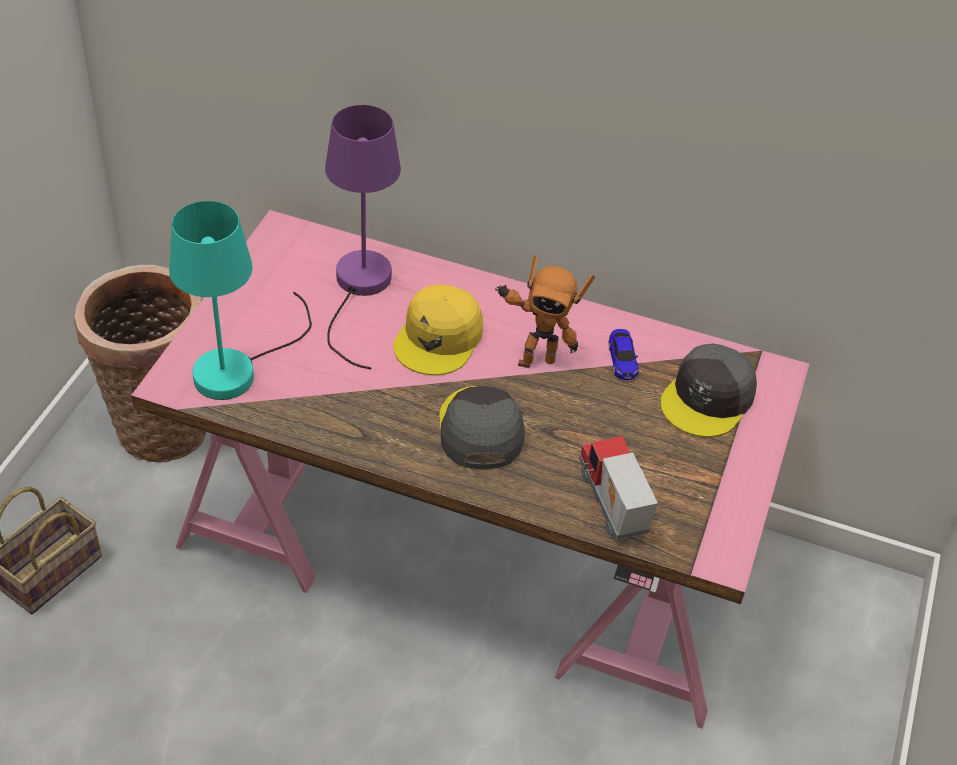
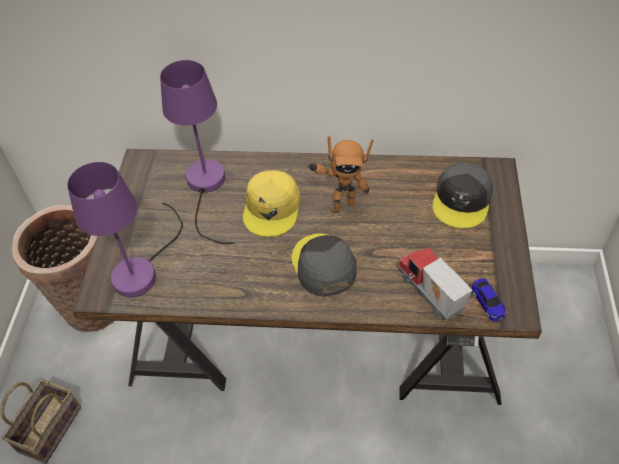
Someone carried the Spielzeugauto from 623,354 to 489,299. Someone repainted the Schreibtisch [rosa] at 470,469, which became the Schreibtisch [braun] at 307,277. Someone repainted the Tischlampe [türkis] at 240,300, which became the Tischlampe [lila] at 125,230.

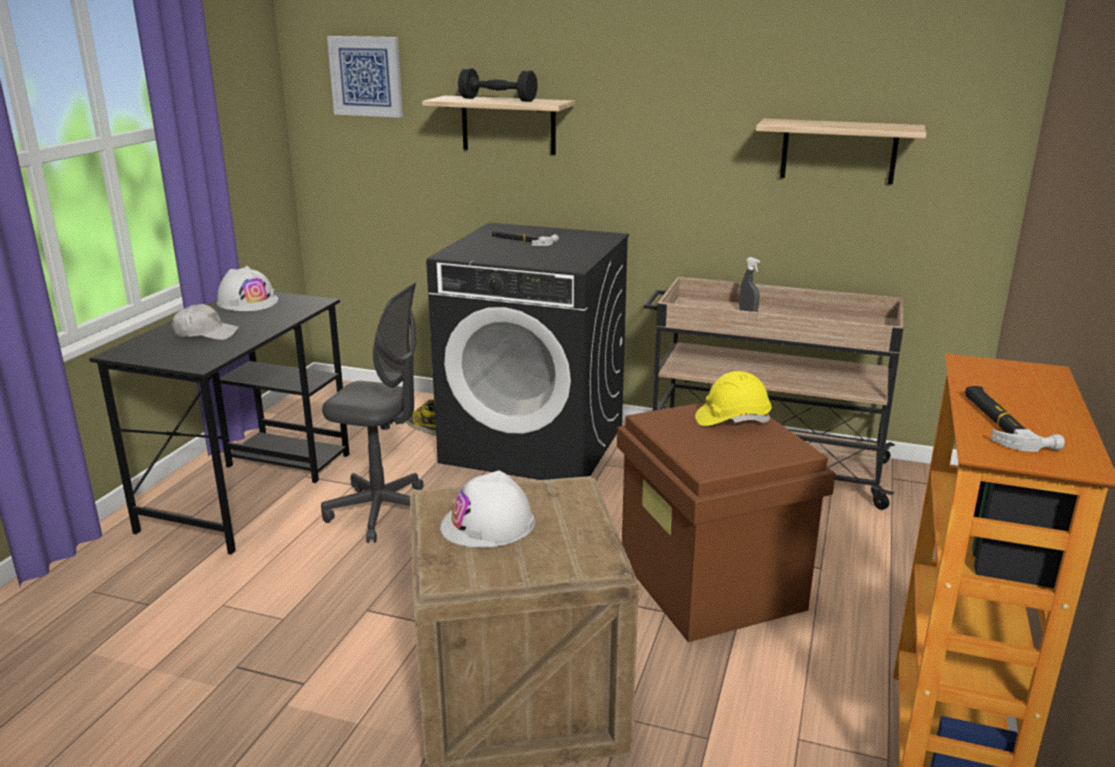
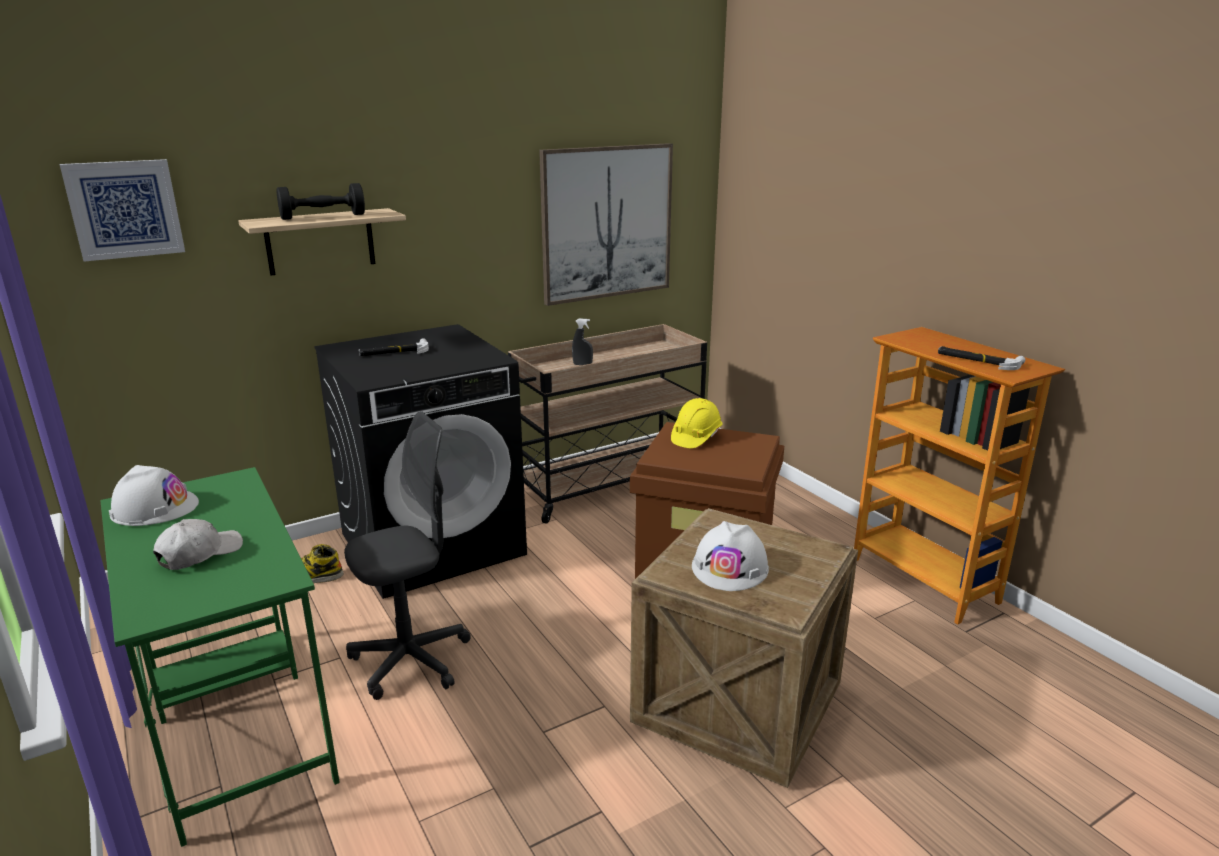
Someone swapped the Wandregal at 841,151 for the Bild at 606,224. Someone repainted the Schreibtisch [schwarz] at 219,423, which became the Schreibtisch [grün] at 220,657.

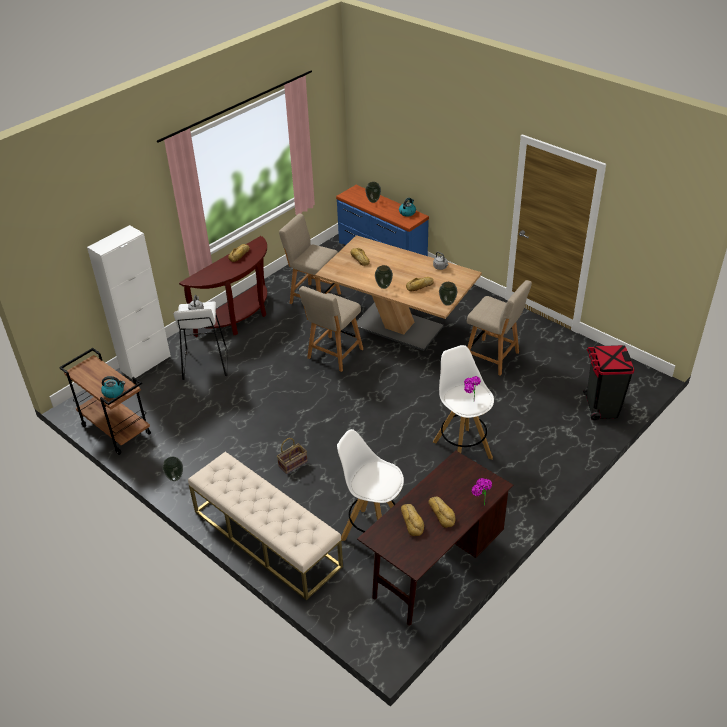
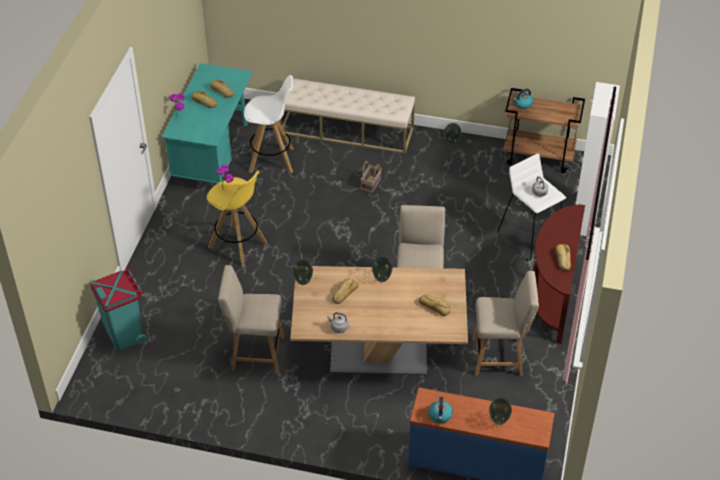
Someone repainted the Schreibtisch [braun] at 435,537, which became the Schreibtisch [türkis] at 207,123. Someone repainted the Hocker [weiß] at 463,402, which became the Hocker [gelb] at 237,218. Someone repainted the Mülleimer [schwarz] at 608,383, which became the Mülleimer [türkis] at 119,310.

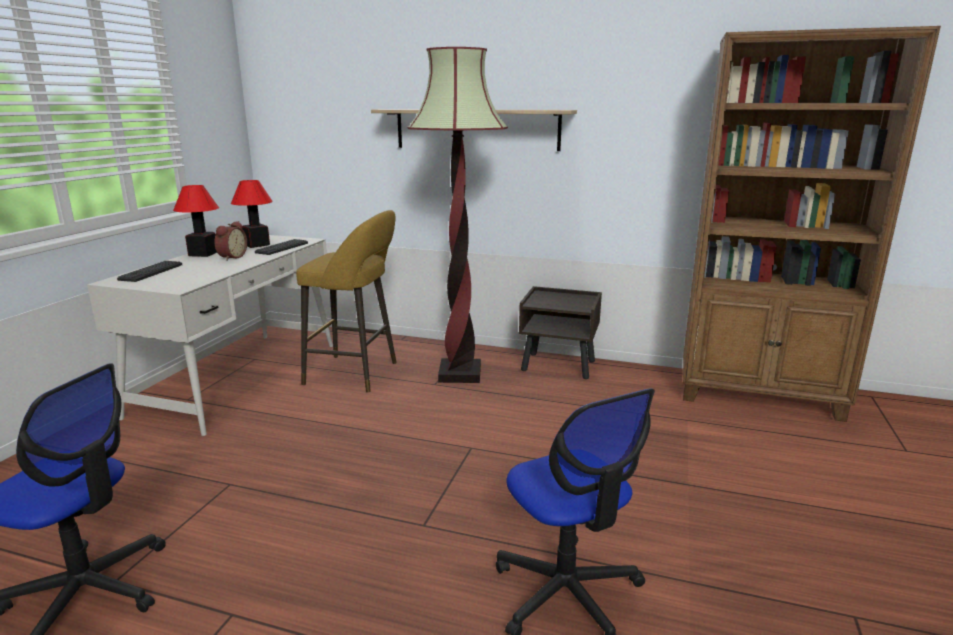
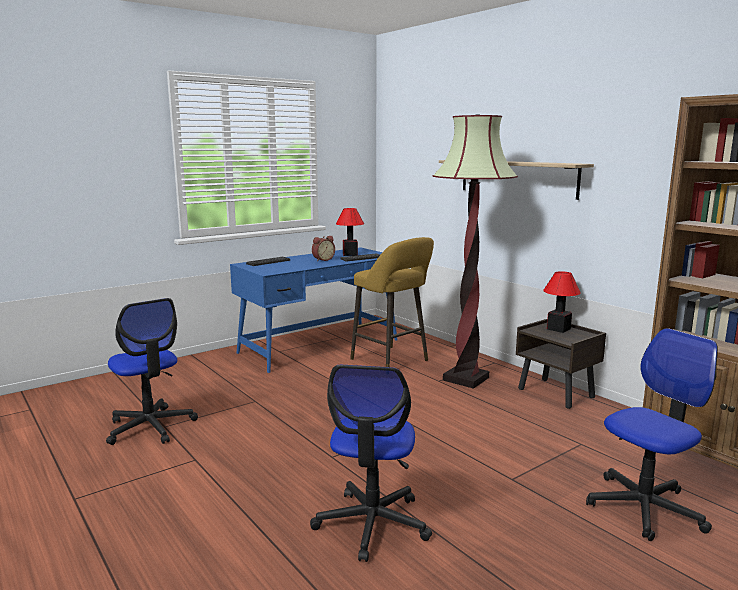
Someone put down the Bürostuhl at 652,434. Someone carried the Tischlampe from 196,221 to 562,302. Someone repainted the Schreibtisch [weiß] at 210,335, which became the Schreibtisch [blau] at 314,310.

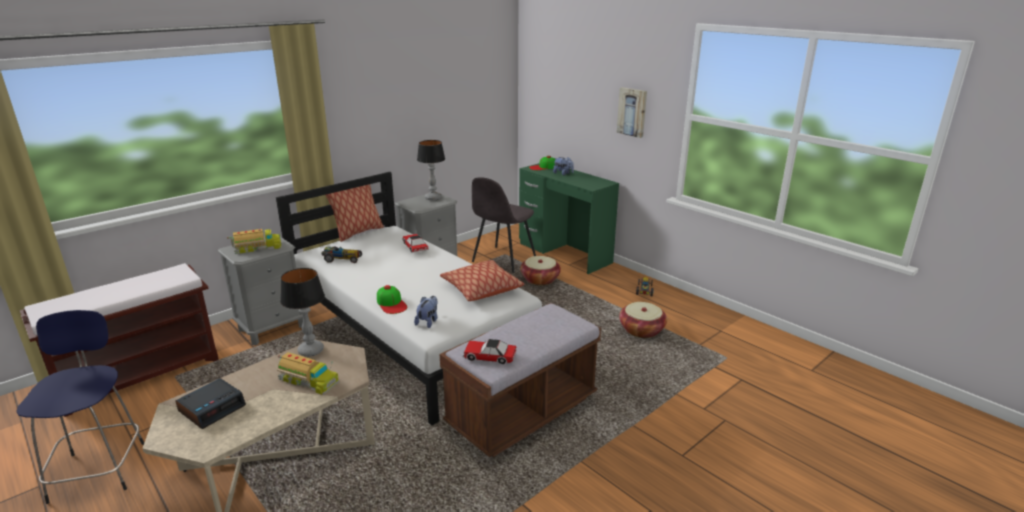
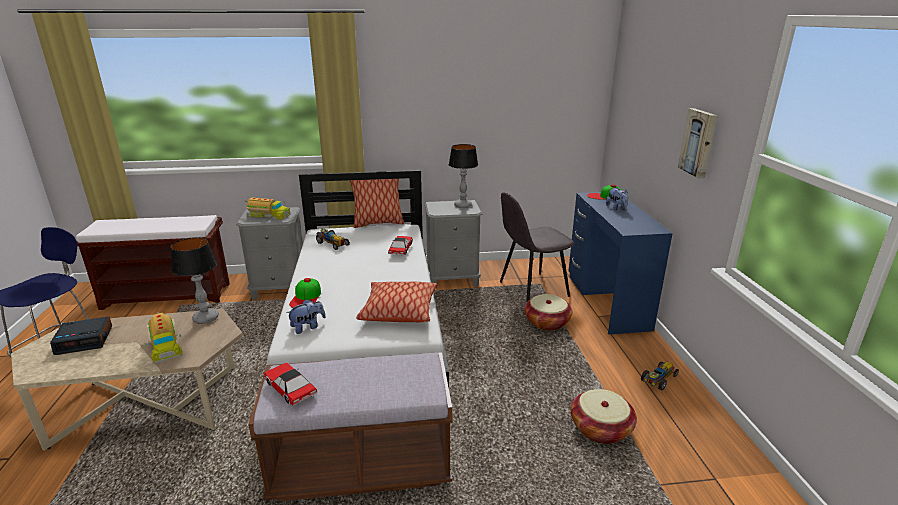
Someone repainted the Schreibtisch [grün] at 569,218, which became the Schreibtisch [blau] at 620,263.

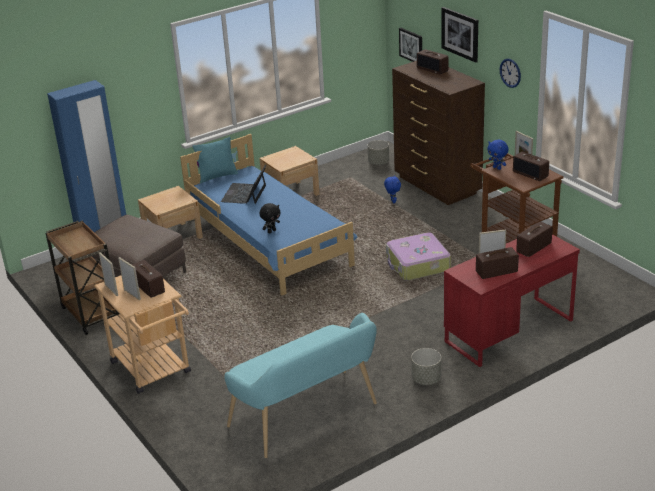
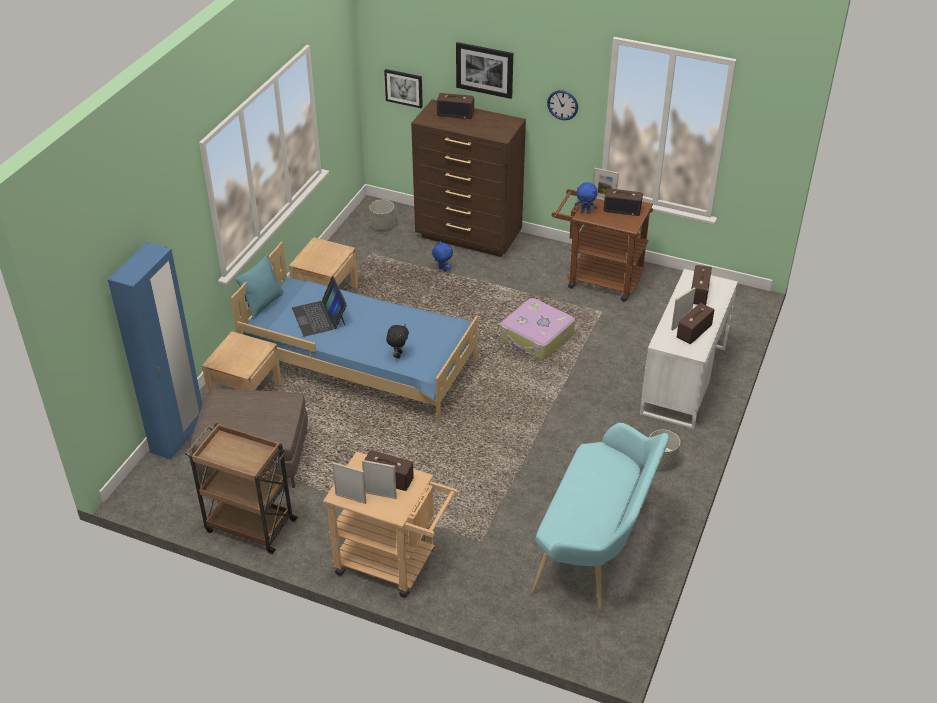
Someone repainted the Schreibtisch [rot] at 512,300, which became the Schreibtisch [weiß] at 689,349.

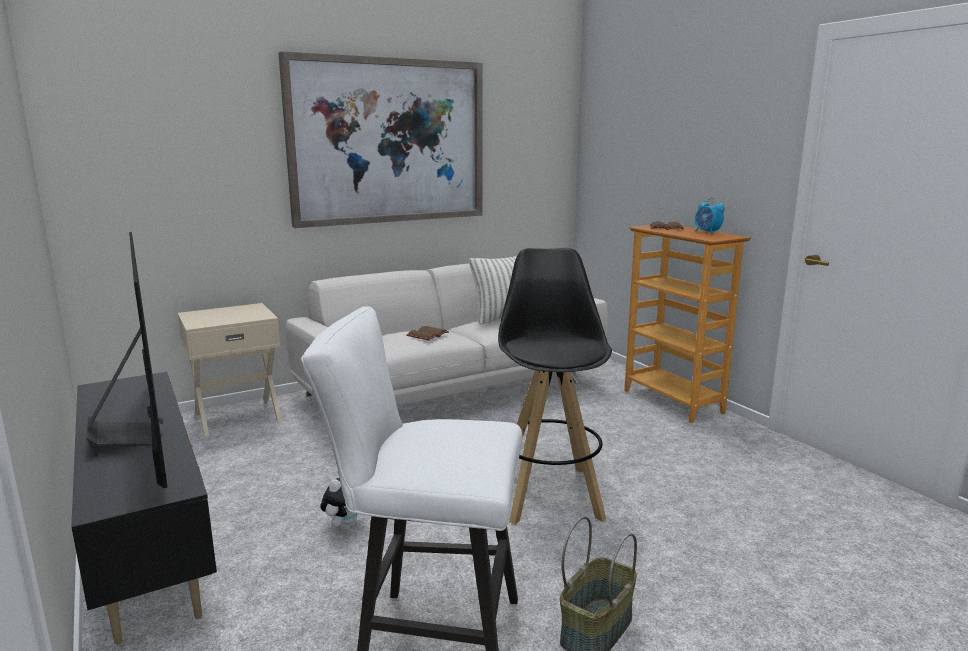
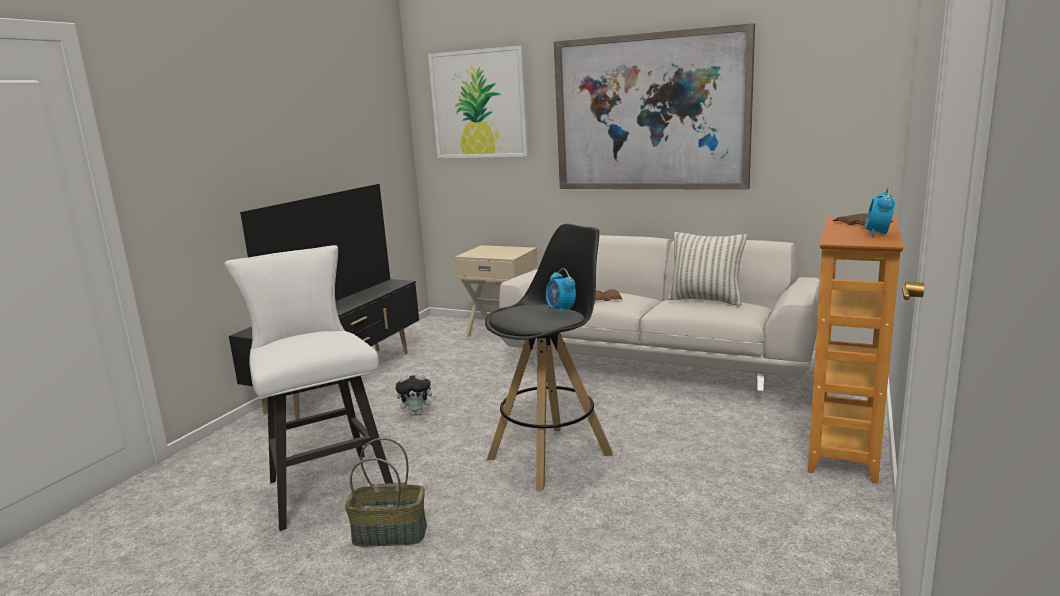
Someone put up the Bild at 478,102. Someone put down the Wecker at 561,291.

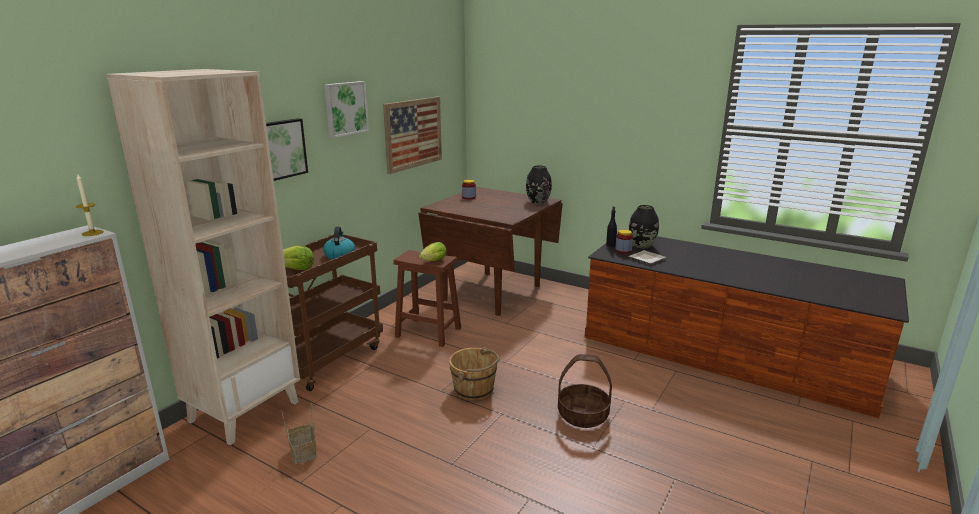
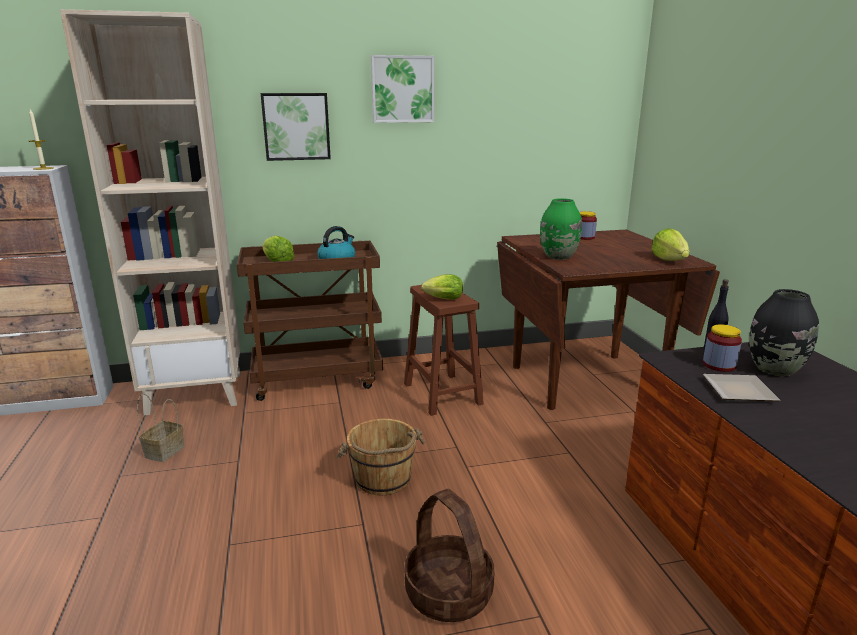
Someone took away the Bild at 412,135. Someone put down the Vase [grün] at 561,229. Someone swapped the Vase [schwarz] at 539,185 for the Salatkopf at 670,244.

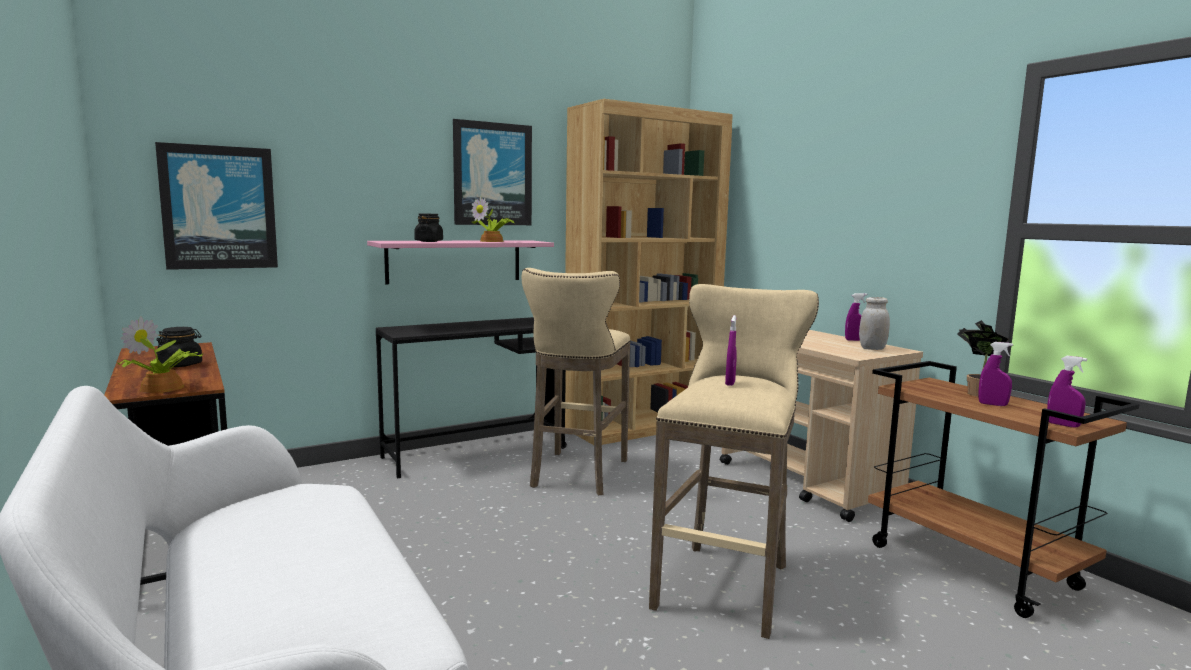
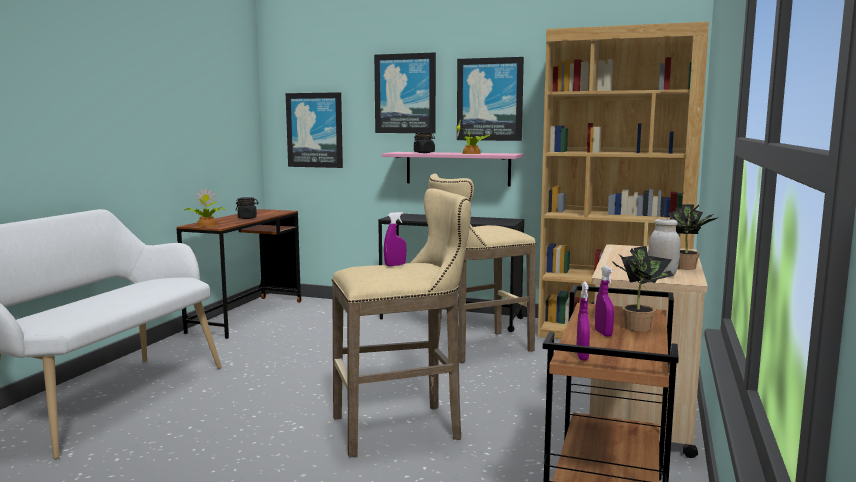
Someone put up the Bild at 405,92. Someone swapped the Sprühflasche [lila] at 856,317 for the Topfpflanze at 694,237.

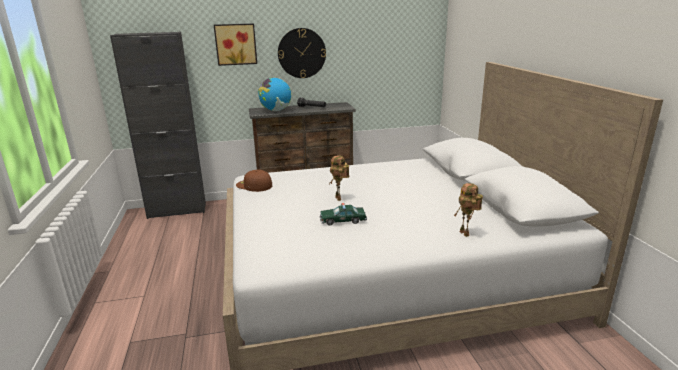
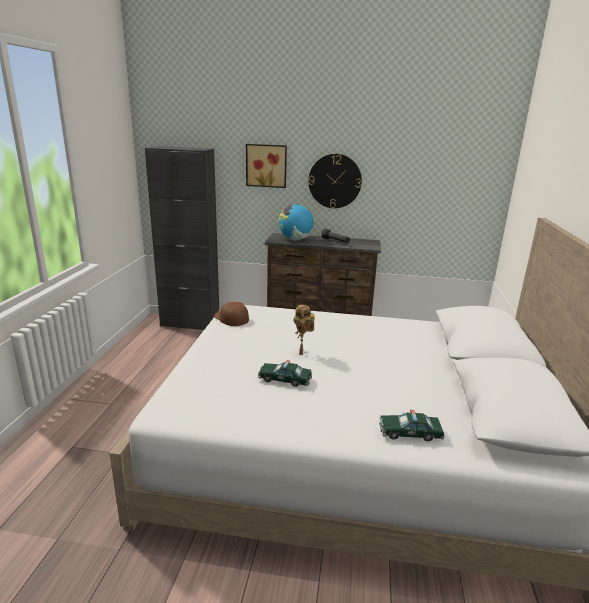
Someone swapped the Spielzeugroboter at 468,210 for the Spielzeugauto at 412,425.

